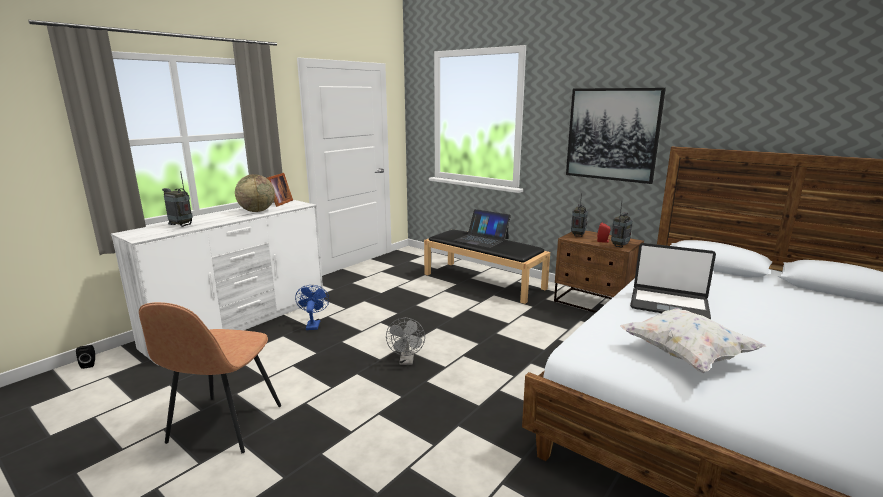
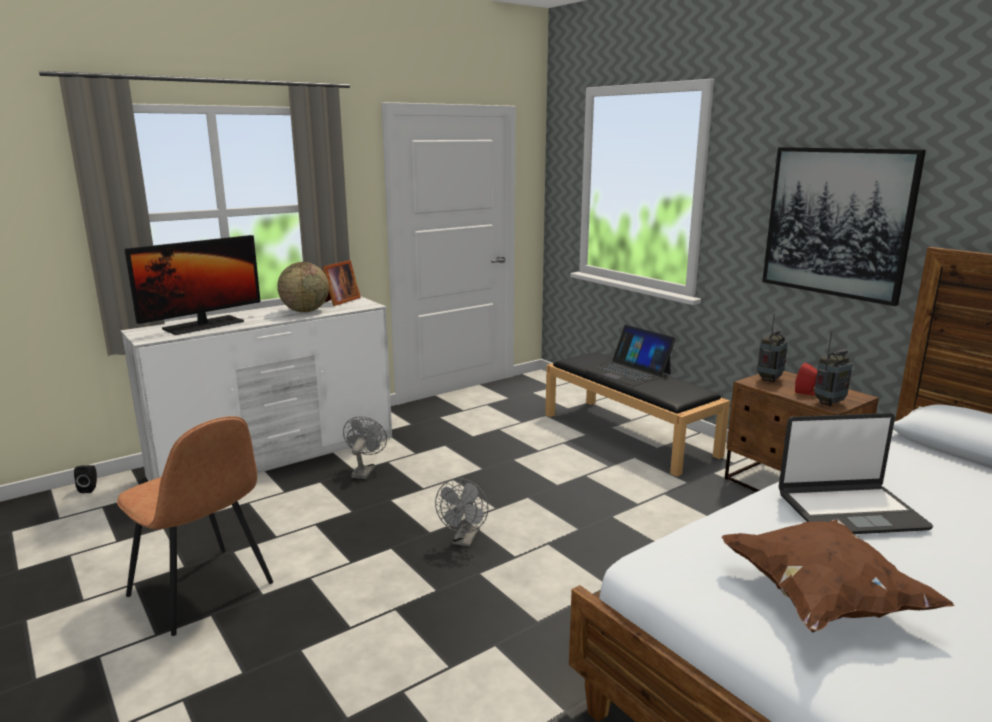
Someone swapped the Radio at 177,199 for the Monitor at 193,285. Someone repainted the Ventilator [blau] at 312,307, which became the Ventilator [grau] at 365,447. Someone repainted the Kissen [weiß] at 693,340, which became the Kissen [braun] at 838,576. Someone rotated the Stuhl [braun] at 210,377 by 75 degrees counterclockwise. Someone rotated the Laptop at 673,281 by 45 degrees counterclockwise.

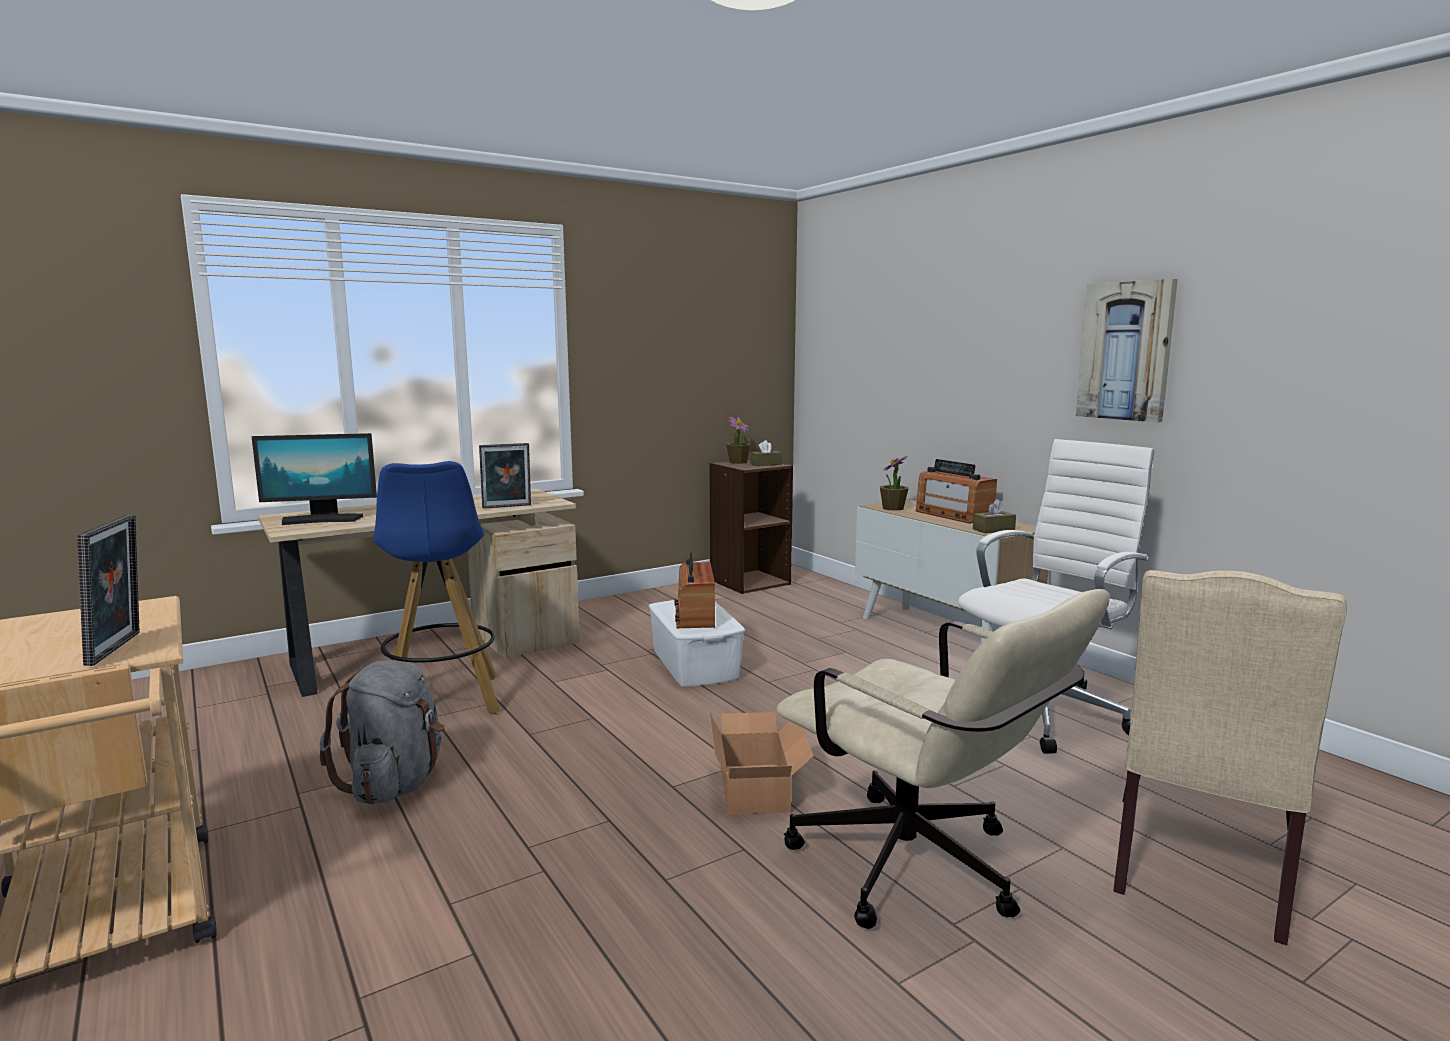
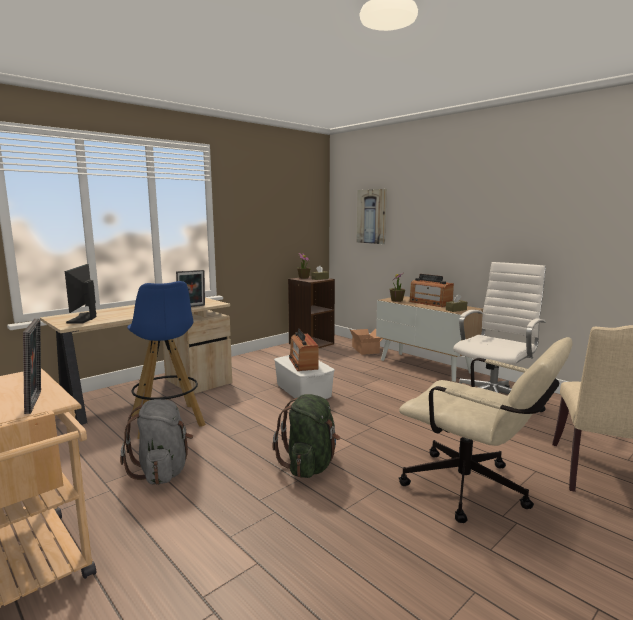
Someone put down the Rucksack [grün] at 306,436. Someone carried the Karton from 761,763 to 366,342. Someone carried the Bild from 1127,351 to 371,216. Someone rotated the Monitor at 314,479 by 105 degrees clockwise.

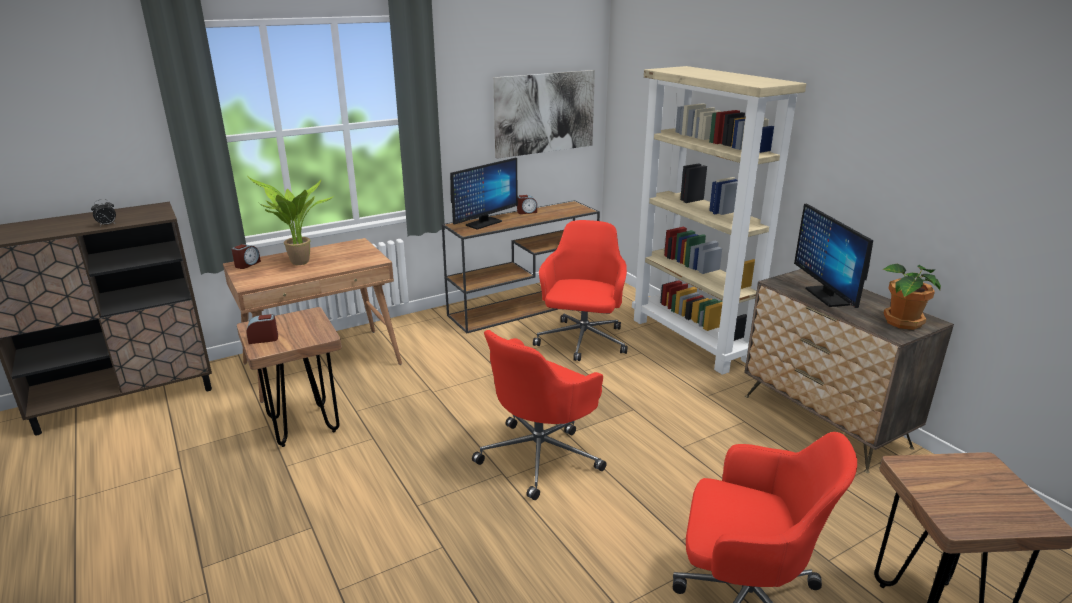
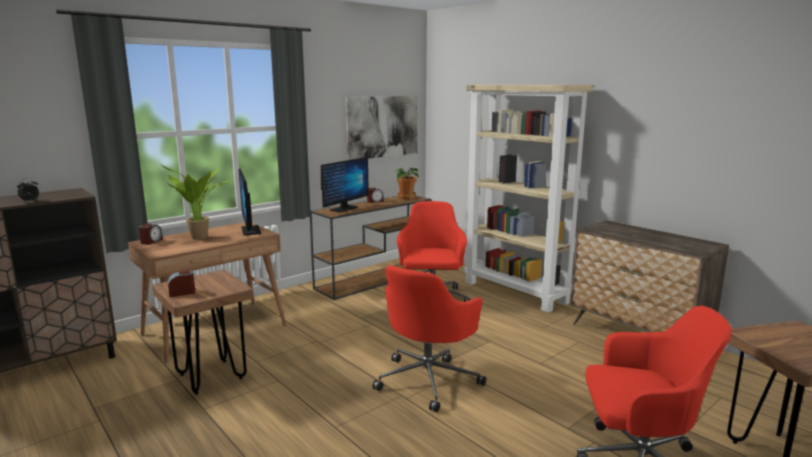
Someone carried the Monitor from 833,256 to 249,202. Someone carried the Topfpflanze from 911,297 to 406,183.

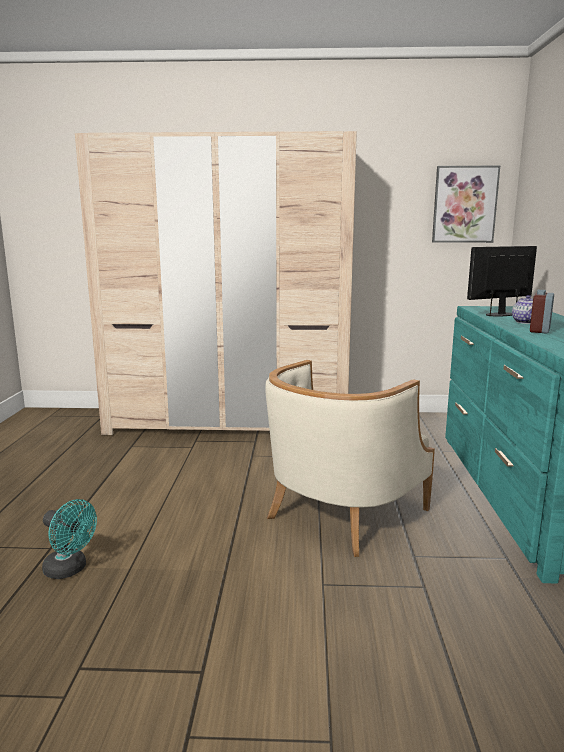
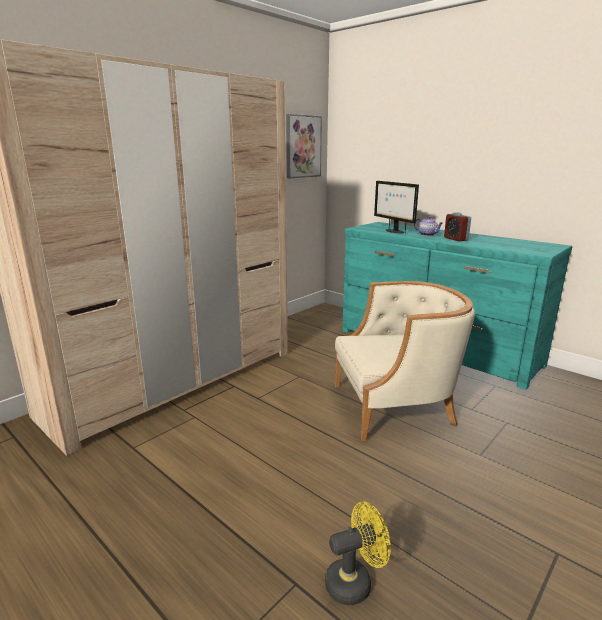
Someone repainted the Ventilator [türkis] at 69,539, which became the Ventilator [gelb] at 358,553. Someone rotated the Sessel [beige] at 350,458 by 90 degrees counterclockwise. Someone rotated the Monitor at 502,281 by 45 degrees counterclockwise.

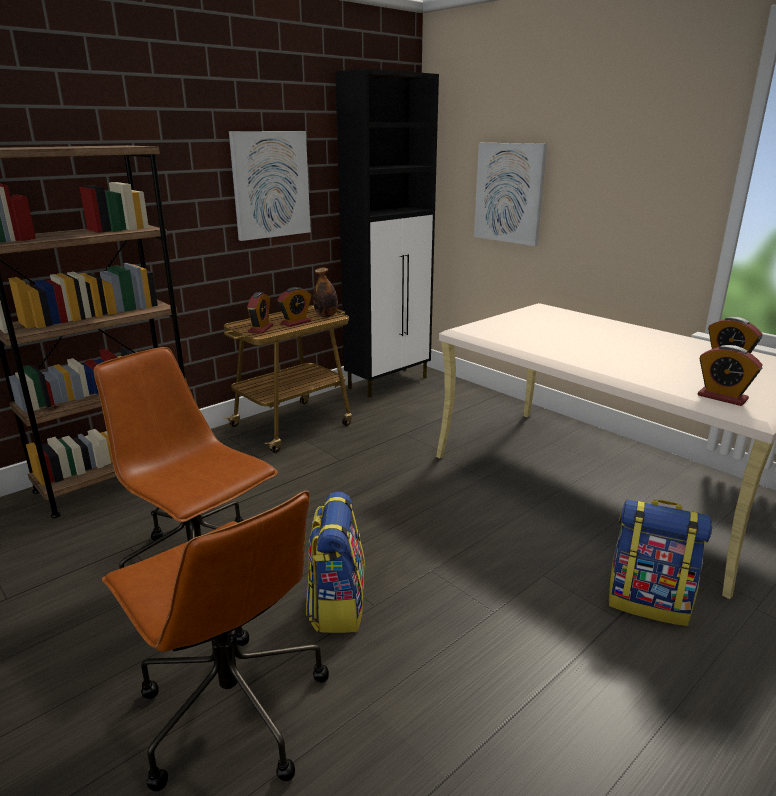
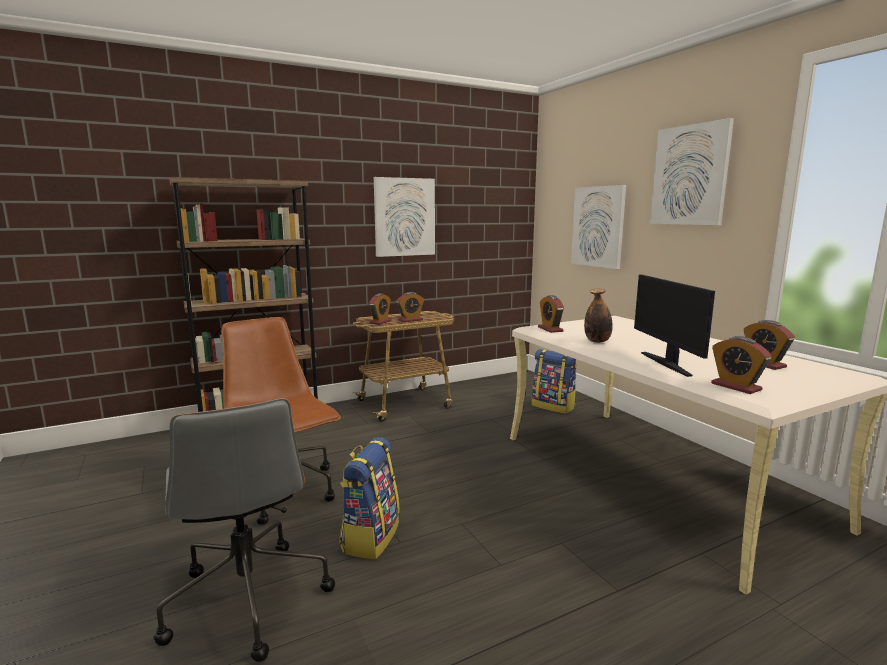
Someone took away the Schrank [schwarz] at 387,233. Someone put down the Wecker at 551,314. Someone put down the Monitor at 674,326. Someone put up the Bild at 692,171. Someone carried the Flasche from 325,292 to 598,316. Someone carried the Rucksack from 660,562 to 554,381. Someone repainted the Bürostuhl [braun] at 215,640, which became the Bürostuhl [grau] at 244,530.

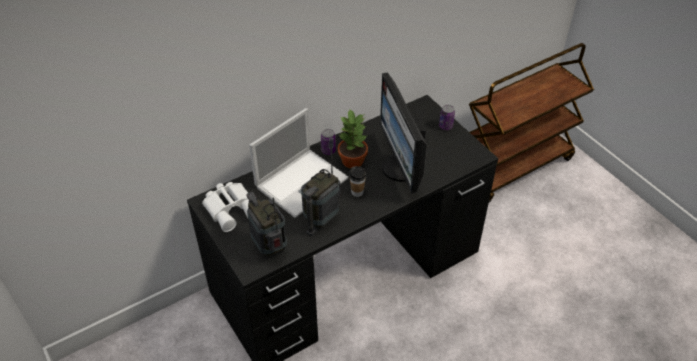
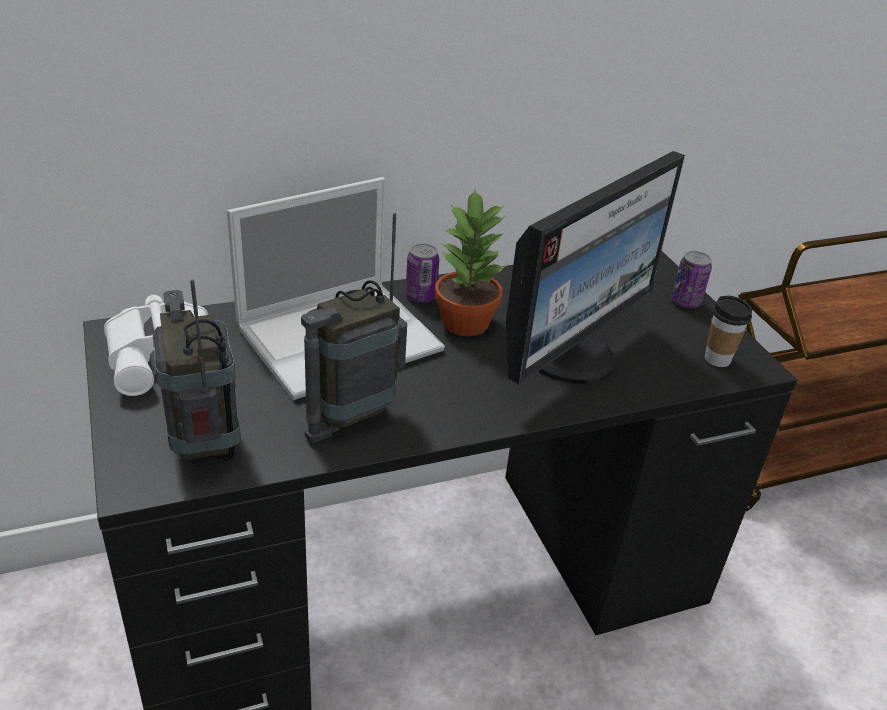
Someone carried the Tasse from 357,181 to 728,331. Someone rotated the Monitor at 403,133 by 135 degrees counterclockwise.

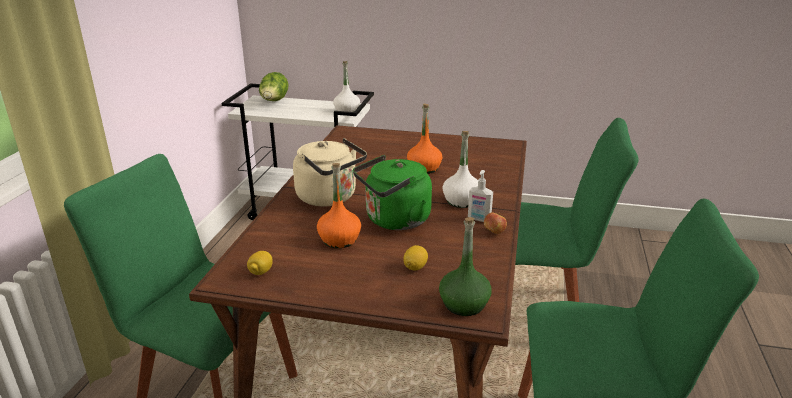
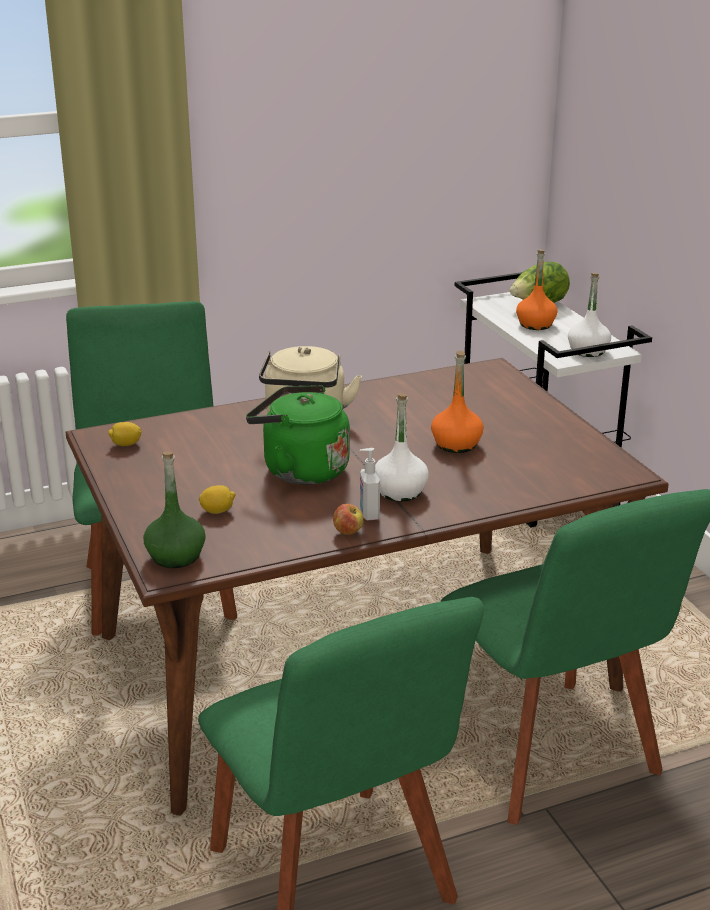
Someone carried the Flasche [orange] from 339,205 to 536,290.

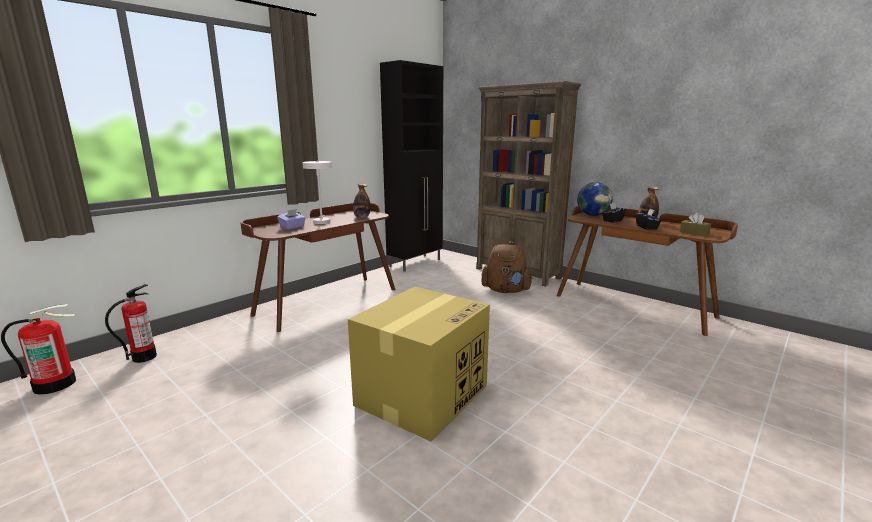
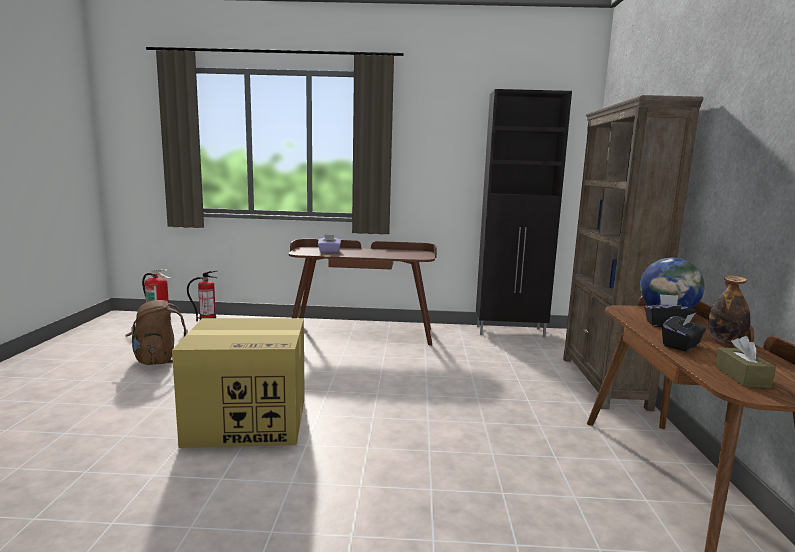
Someone took away the Tischlampe [weiß] at 317,192. Someone took away the Flasche at 362,201. Someone carried the Rucksack [braun] from 507,268 to 156,332.

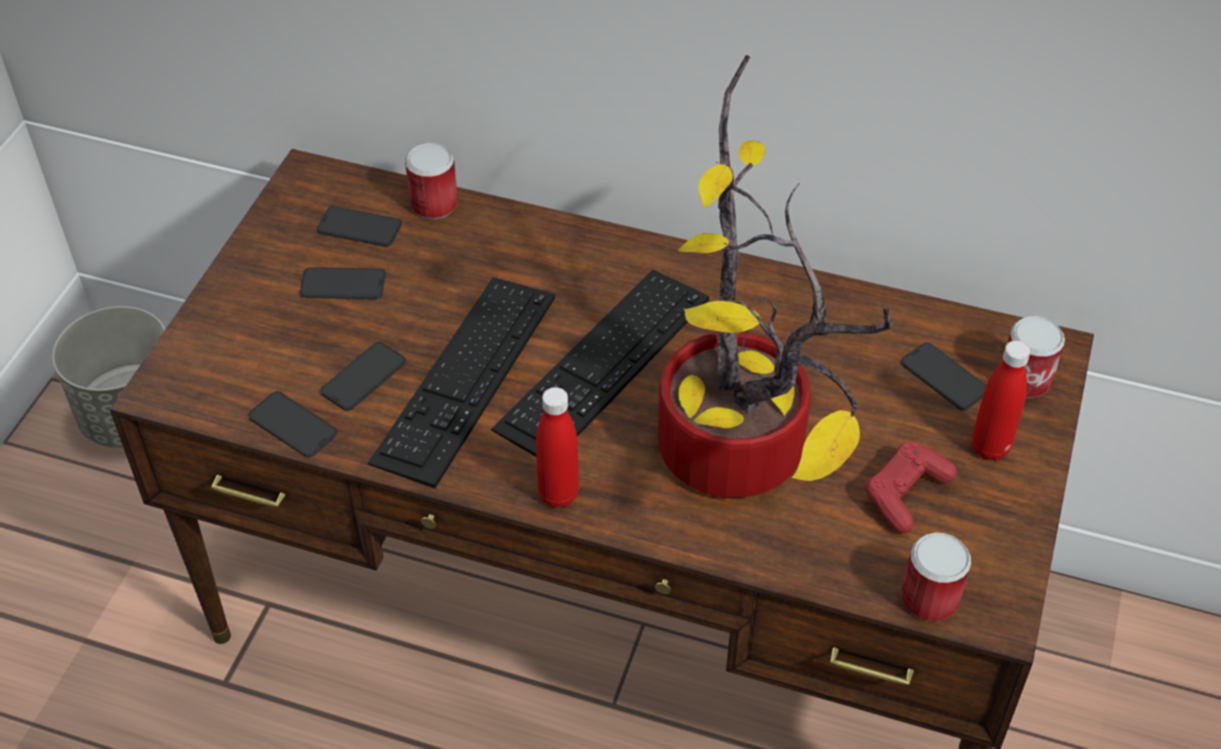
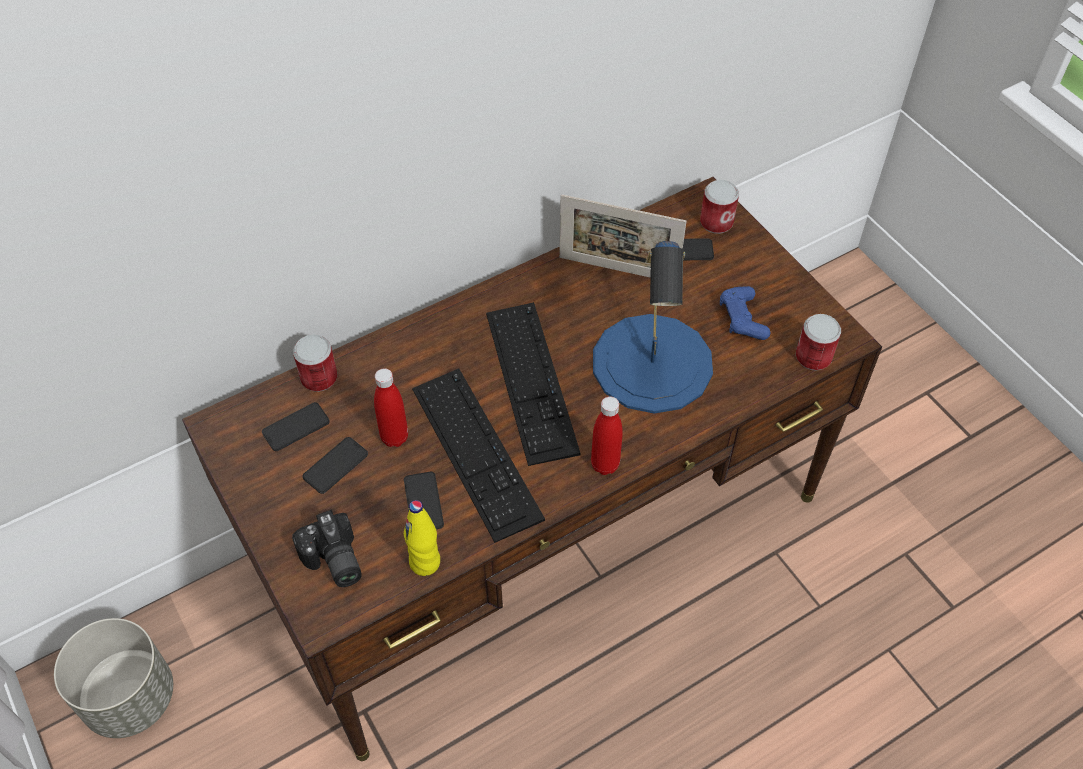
Someone put down the Kamera at 327,548. Someone put down the Bilderrahmen at 623,235. Someone carried the Flasche [rot] from 1001,400 to 391,407. Someone swapped the Handy at 292,424 for the Flasche [gelb] at 422,538. Someone swapped the Topfpflanze at 775,276 for the Tischlampe [blau] at 653,327. Someone repainted the Gamepad [rot] at 911,487, which became the Gamepad [blau] at 745,313.

